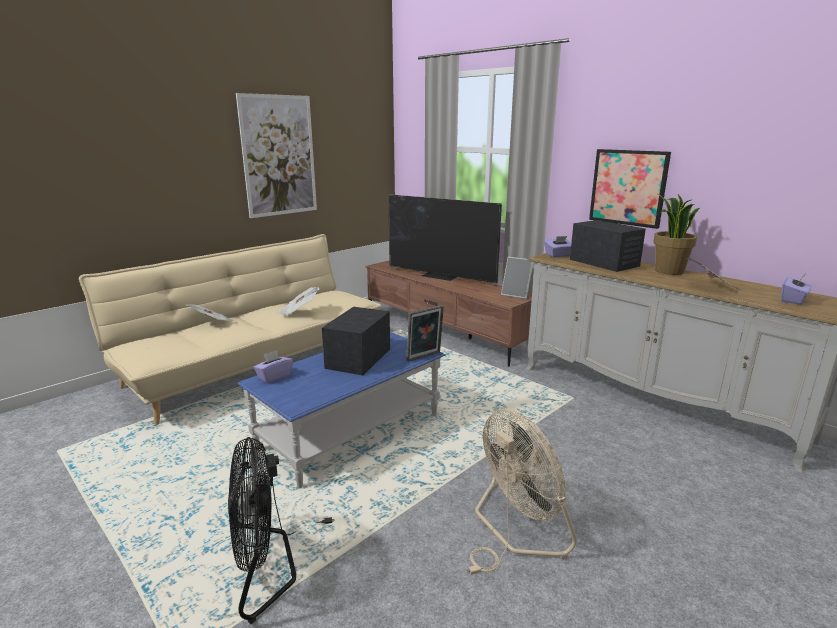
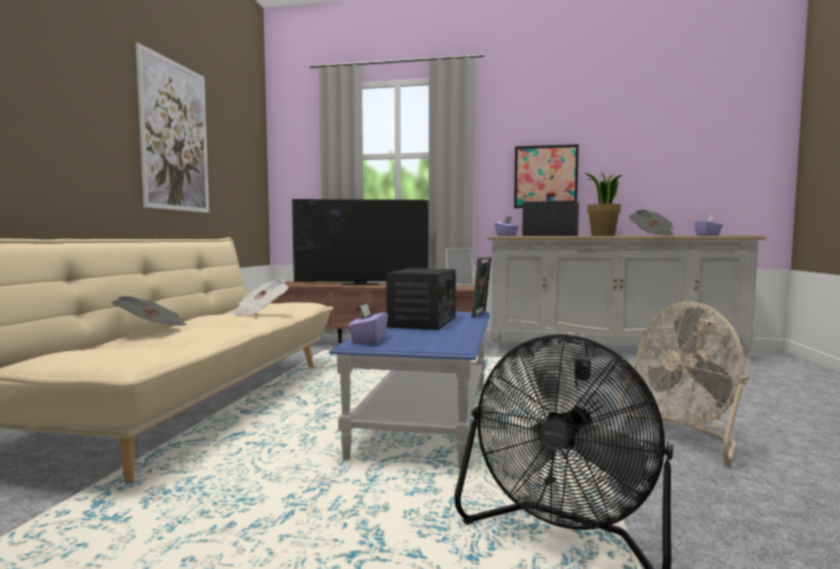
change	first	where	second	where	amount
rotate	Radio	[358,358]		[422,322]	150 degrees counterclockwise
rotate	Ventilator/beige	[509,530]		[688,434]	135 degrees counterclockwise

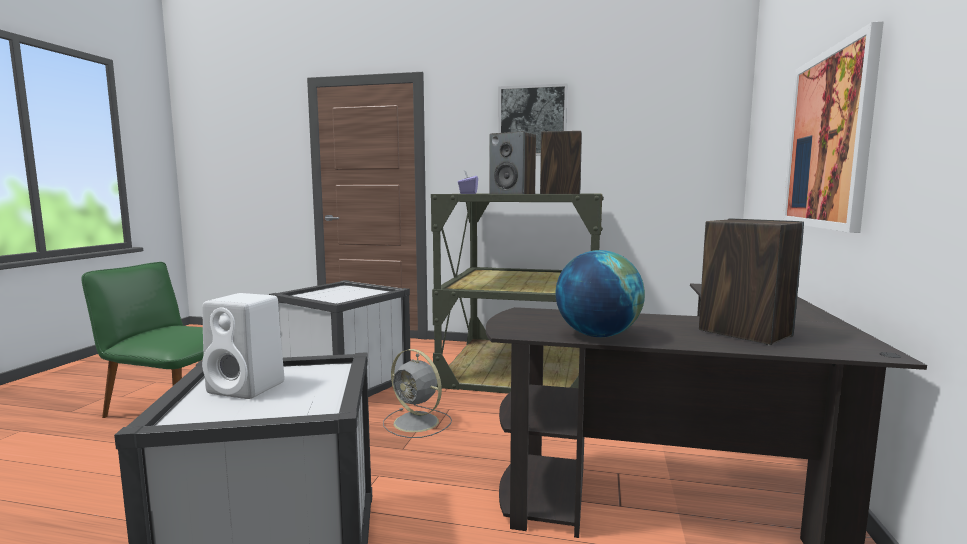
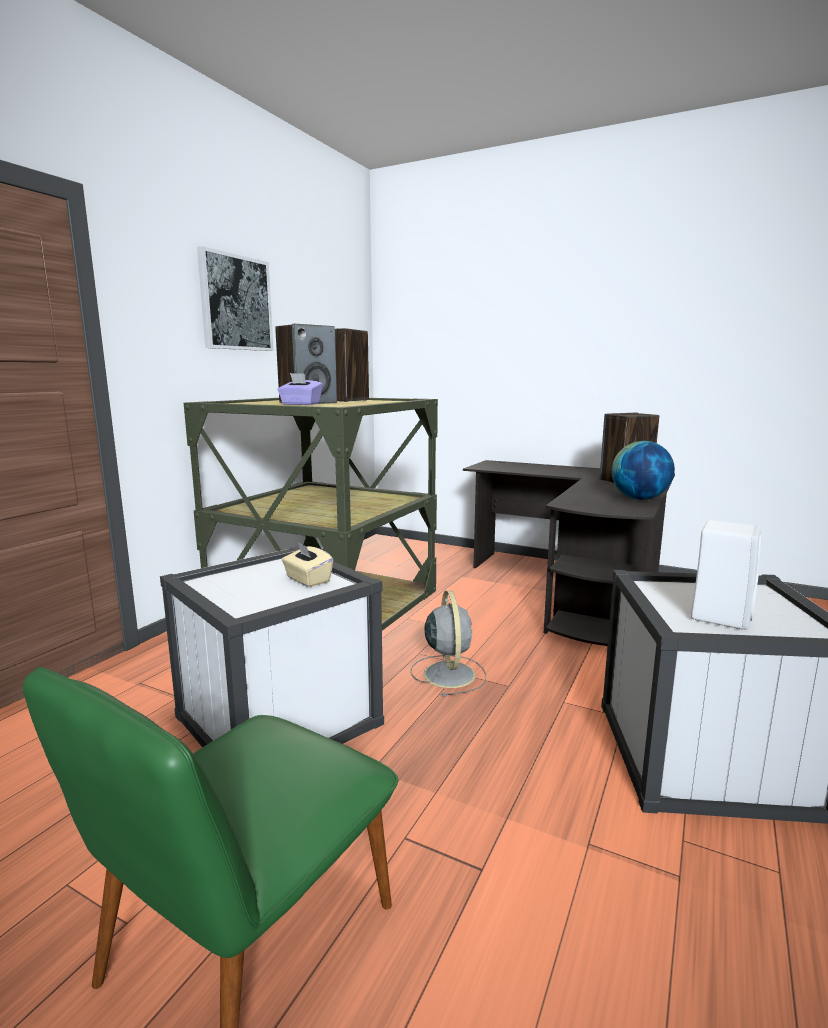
change	first	where	second	where	amount
delete	Bild	[828,140]			
insert			Taschentuchbox/beige	[307,580]	
rotate	Ventilator/grau	[418,423]		[448,673]	60 degrees counterclockwise

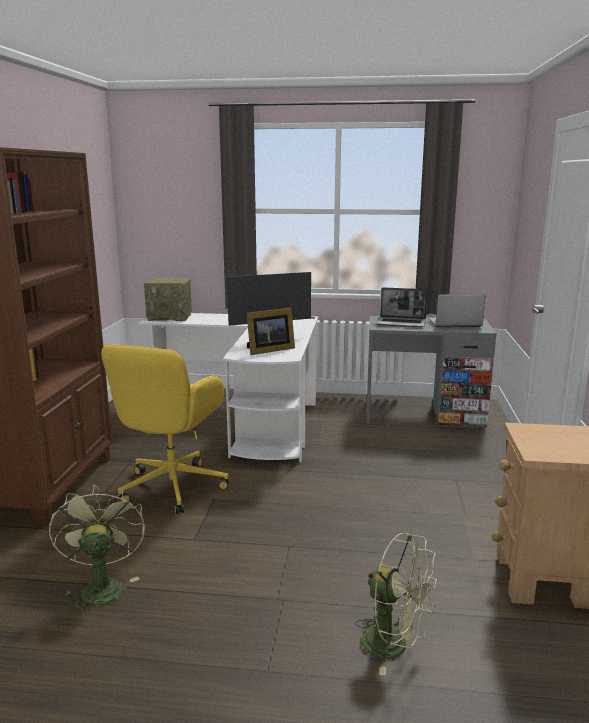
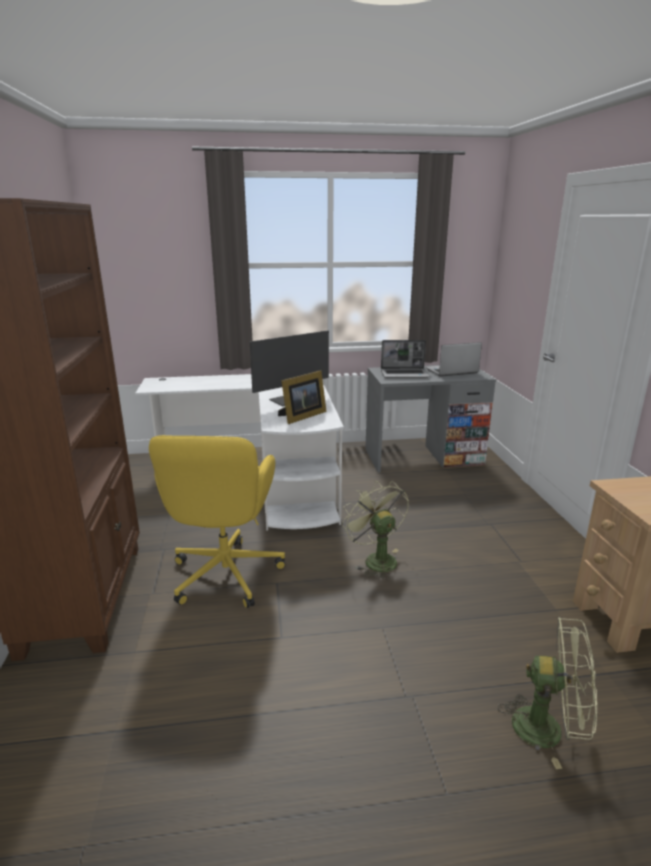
change	first	where	second	where	amount
delete	Radio	[170,317]			
move	Ventilator/grün	[101,586]		[375,559]	

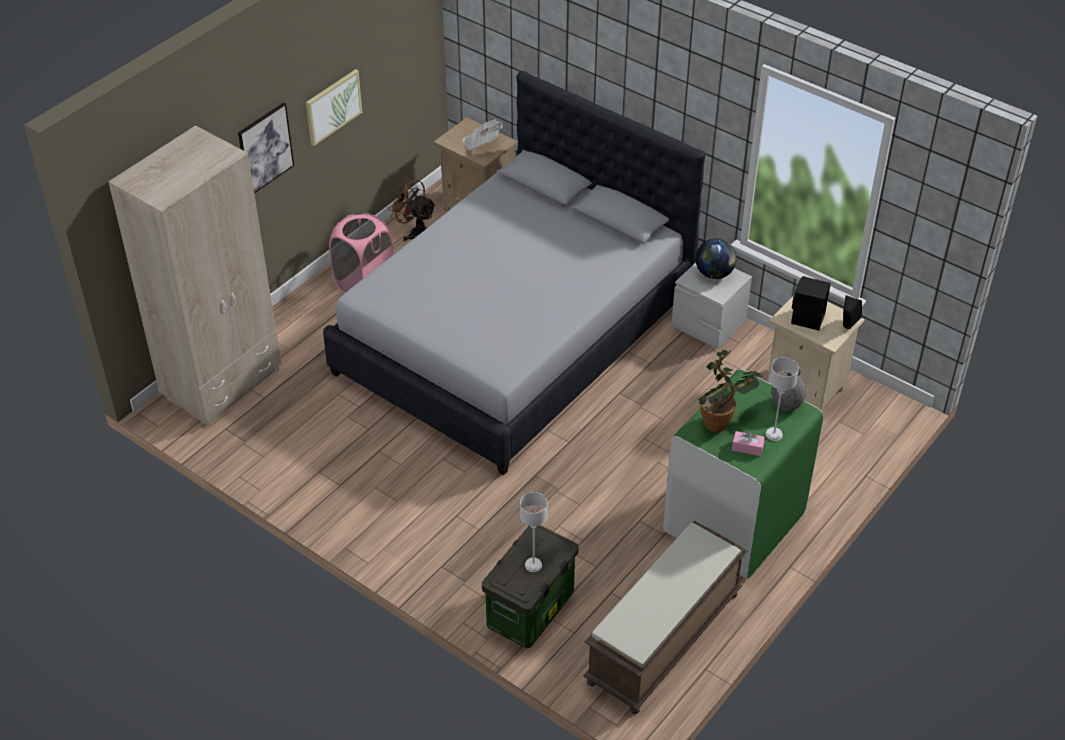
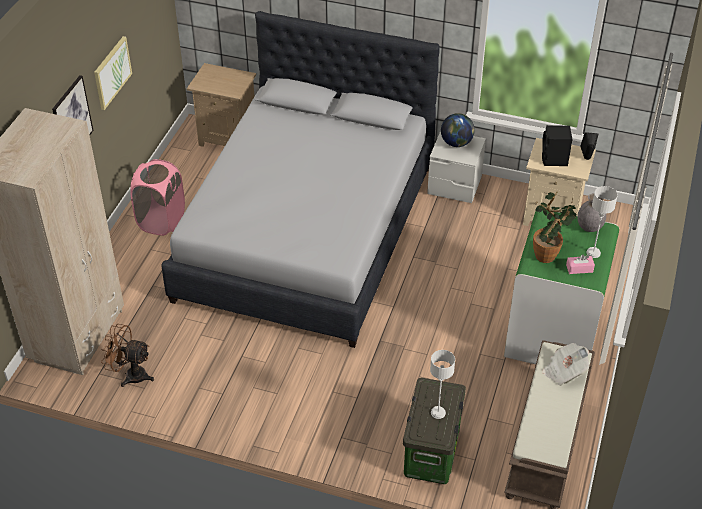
change	first	where	second	where	amount
move	Ventilator/braun	[415,233]		[131,375]	
move	Zeitung	[481,143]		[564,371]	

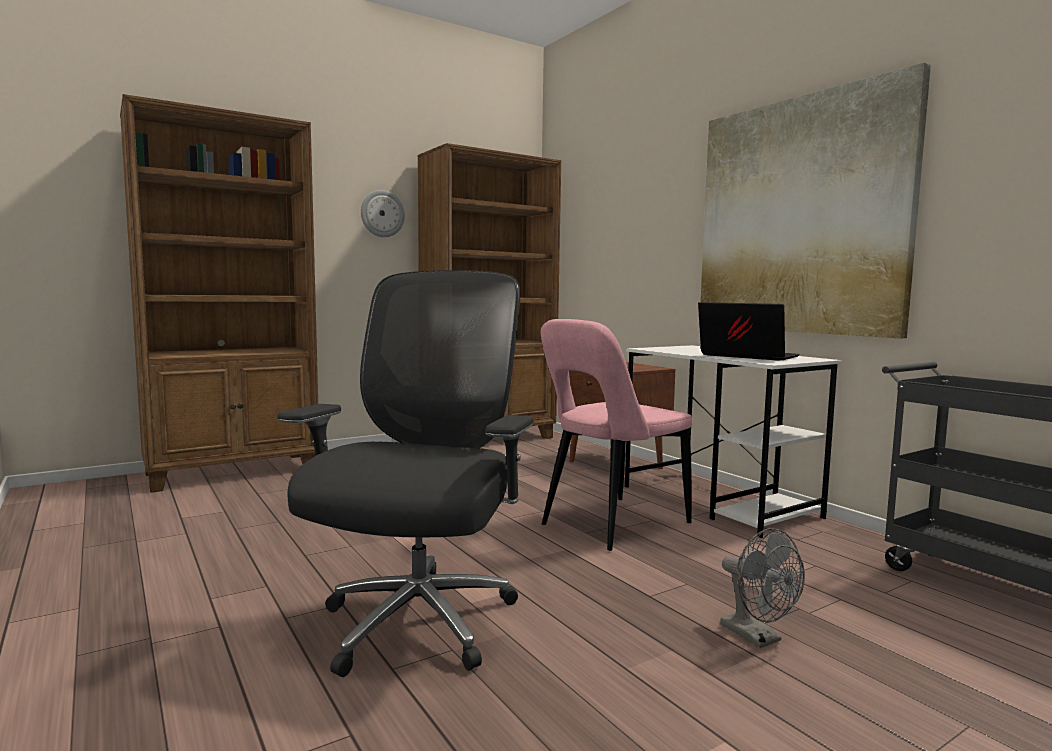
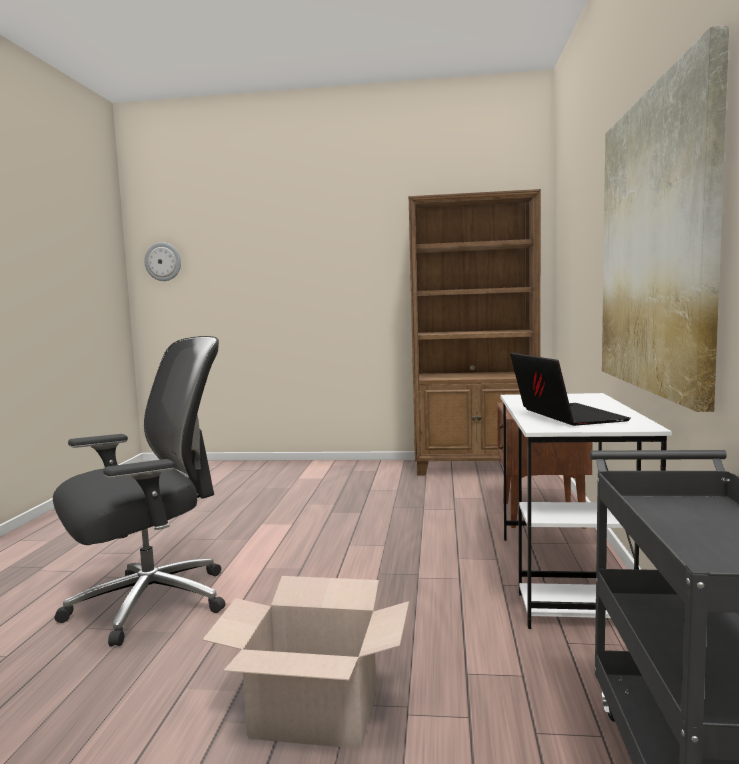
change	first	where	second	where	amount
delete	Bücherregal/braun	[234,472]			
delete	Stuhl/rosa	[610,525]			
move	Wanduhr	[382,214]		[163,262]	
replace	Ventilator/grau	[758,637]	Karton	[315,712]	

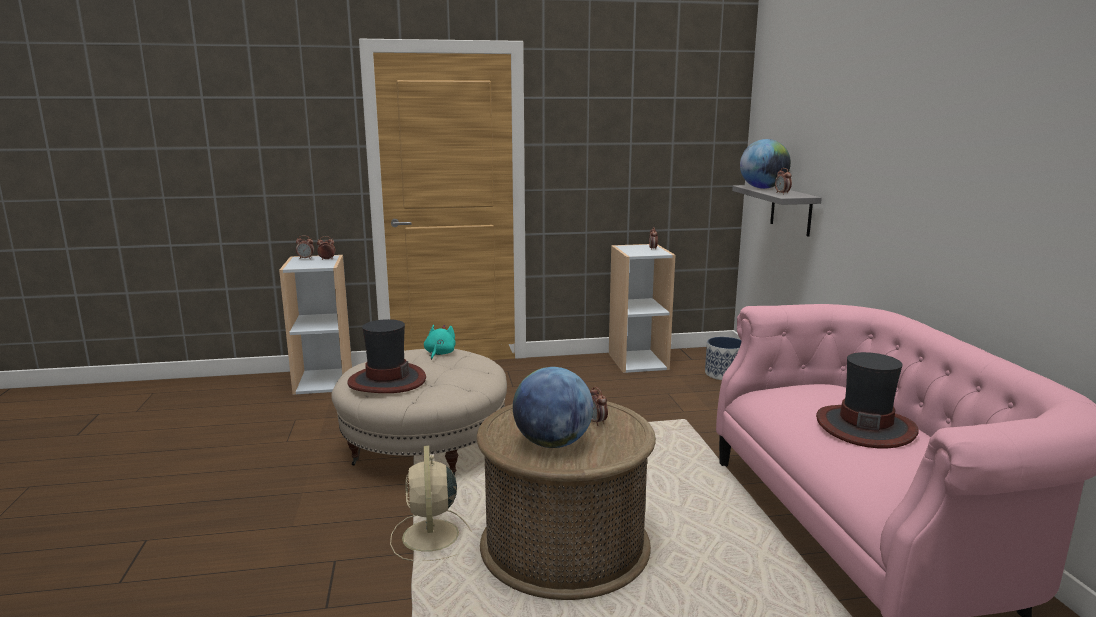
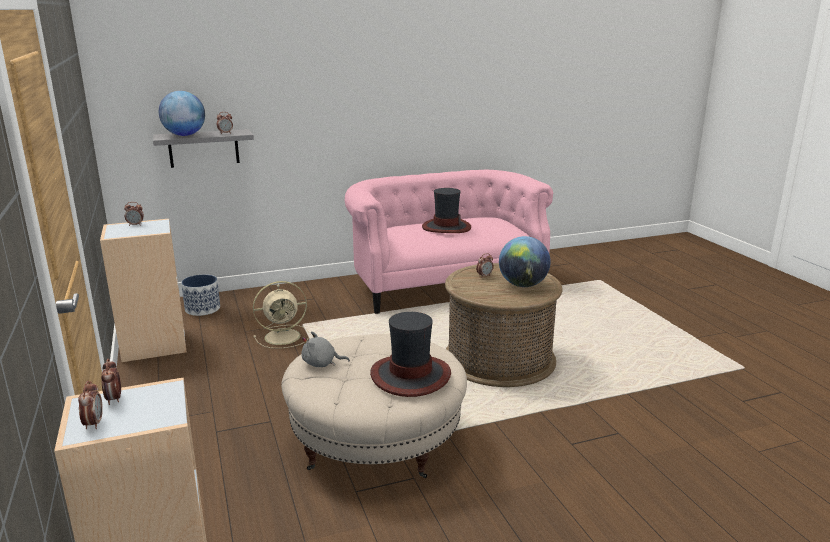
change	first	where	second	where	amount
move	Ventilator/beige	[431,537]		[284,336]	
recolor	Plüschtier/türkis	[439,354]	Plüschtier/grau	[321,364]	

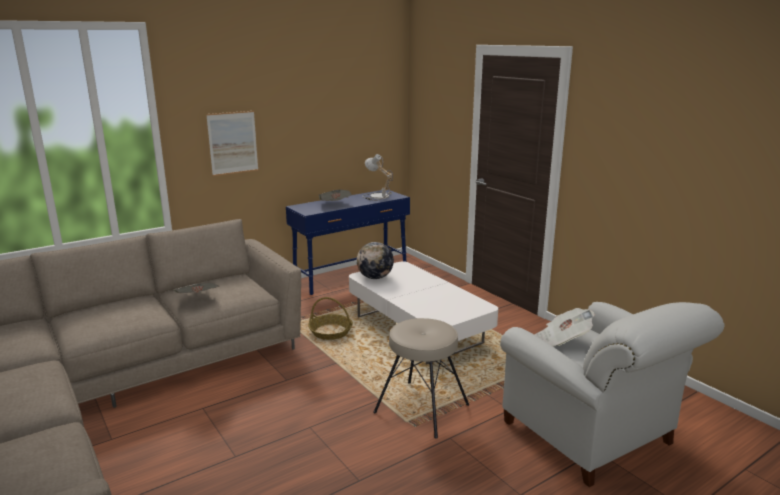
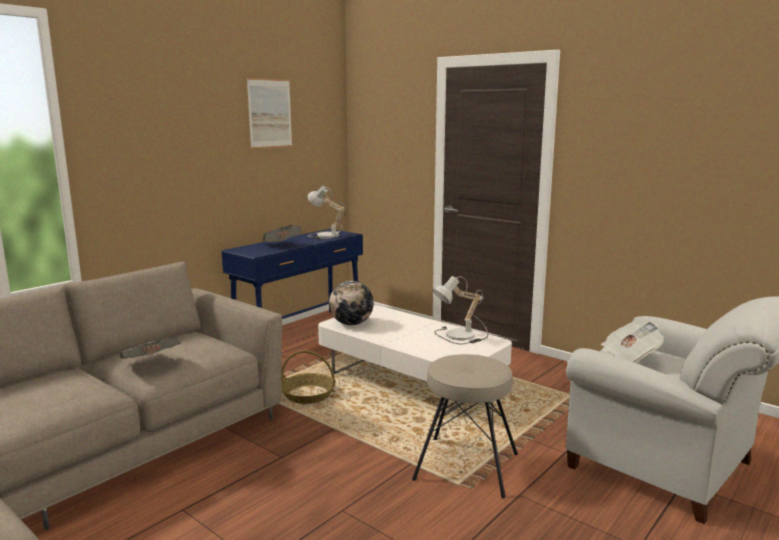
change	first	where	second	where	amount
insert			Tischlampe	[460,336]	
move	Bild	[233,143]		[270,113]	

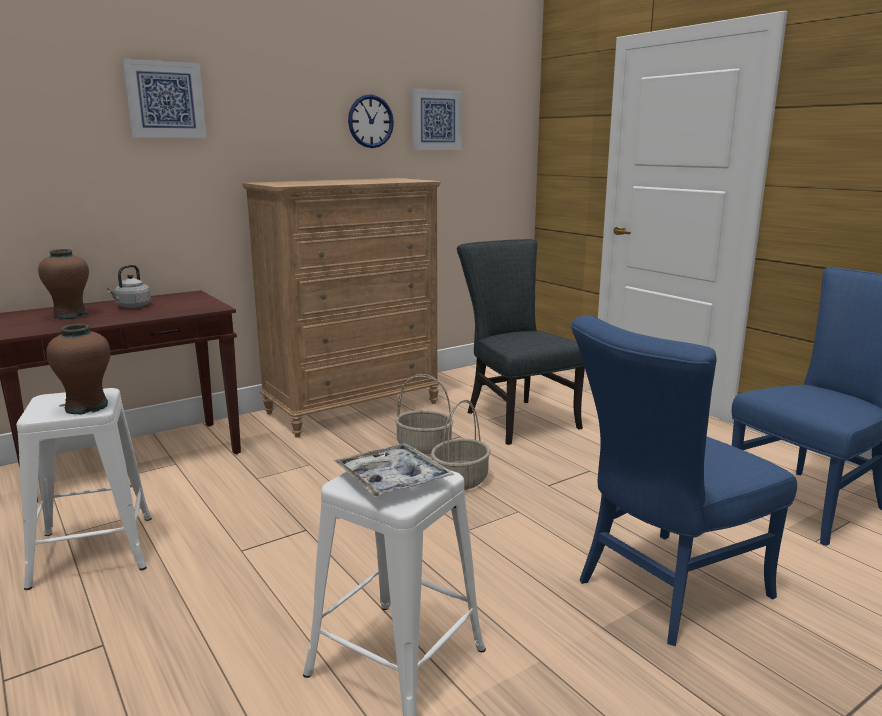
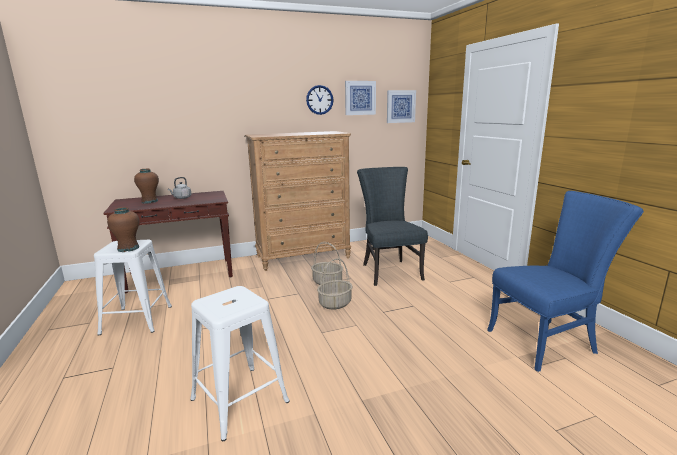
change	first	where	second	where	amount
delete	Tablett	[392,480]			
delete	Stuhl/blau	[663,590]			
move	Bild	[165,100]		[400,106]	

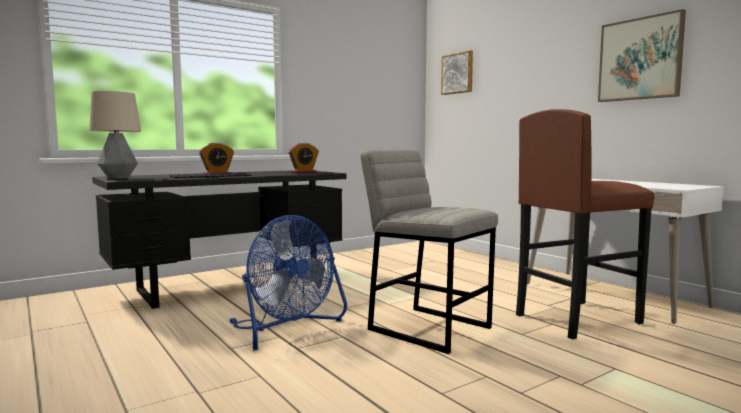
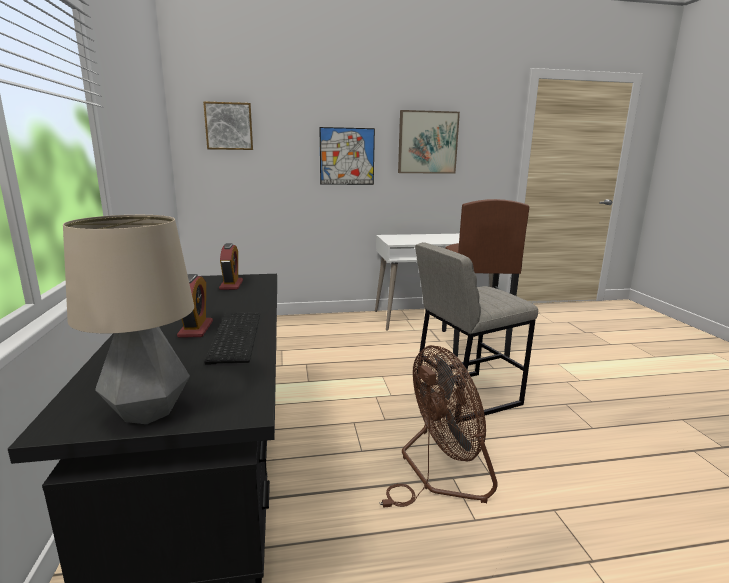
change	first	where	second	where	amount
insert			Bild	[347,156]	
recolor	Ventilator/blau	[283,329]	Ventilator/braun	[432,471]	

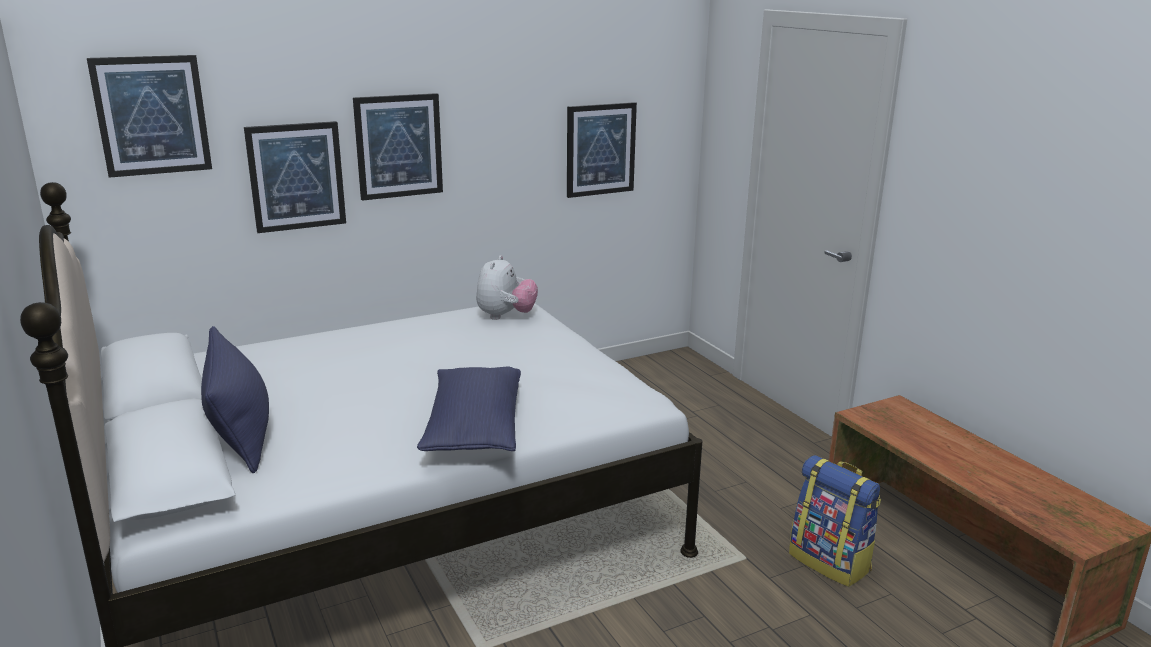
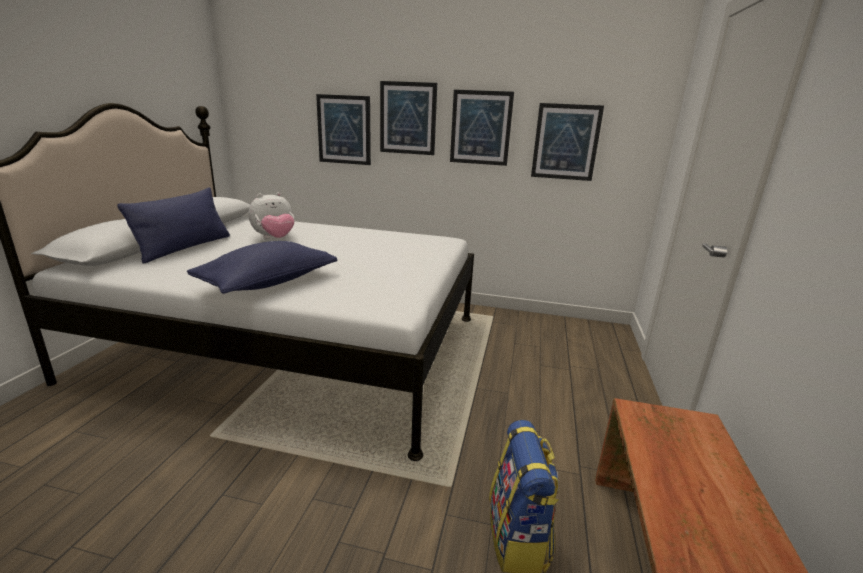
change	first	where	second	where	amount
move	Bild	[152,115]		[481,128]	
move	Plüschtier	[505,316]		[274,238]	

